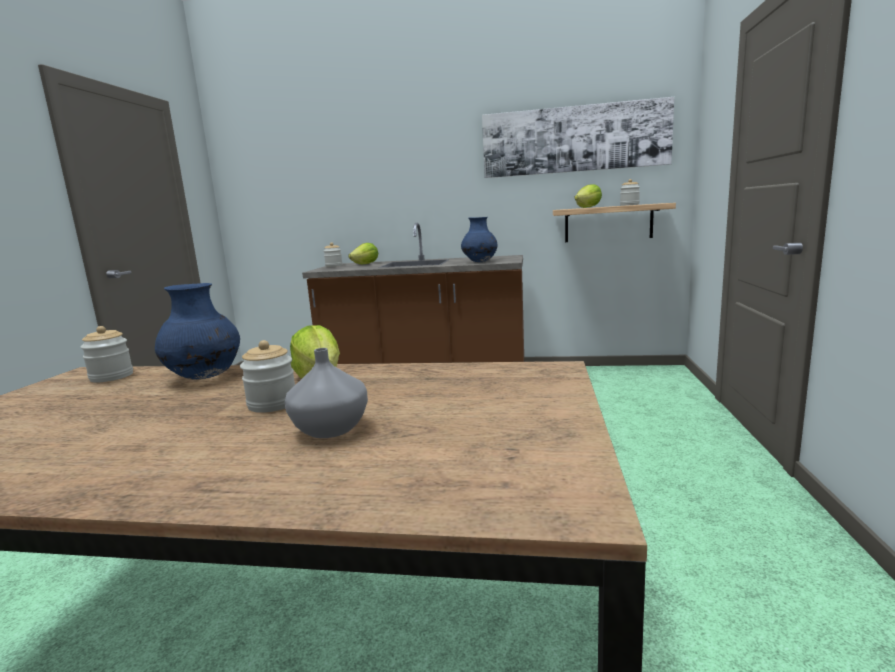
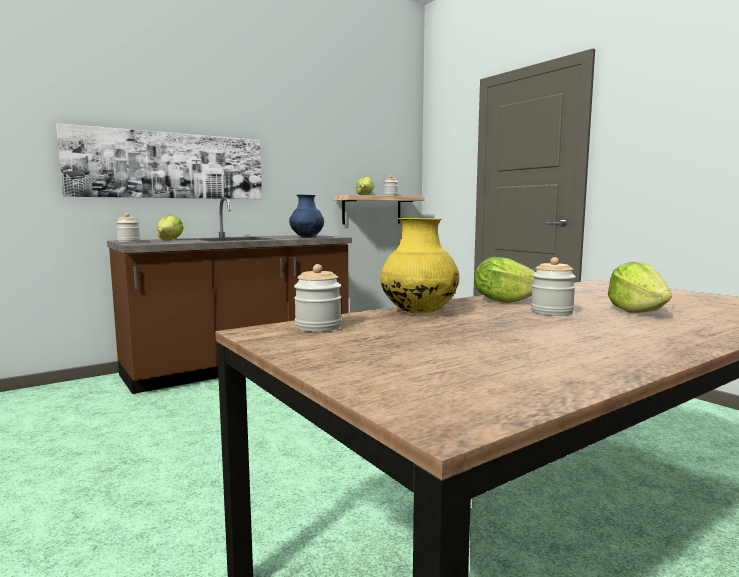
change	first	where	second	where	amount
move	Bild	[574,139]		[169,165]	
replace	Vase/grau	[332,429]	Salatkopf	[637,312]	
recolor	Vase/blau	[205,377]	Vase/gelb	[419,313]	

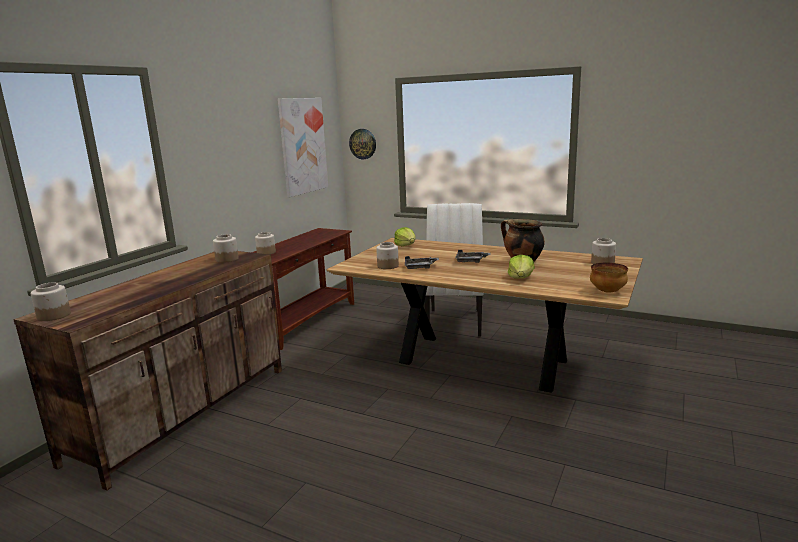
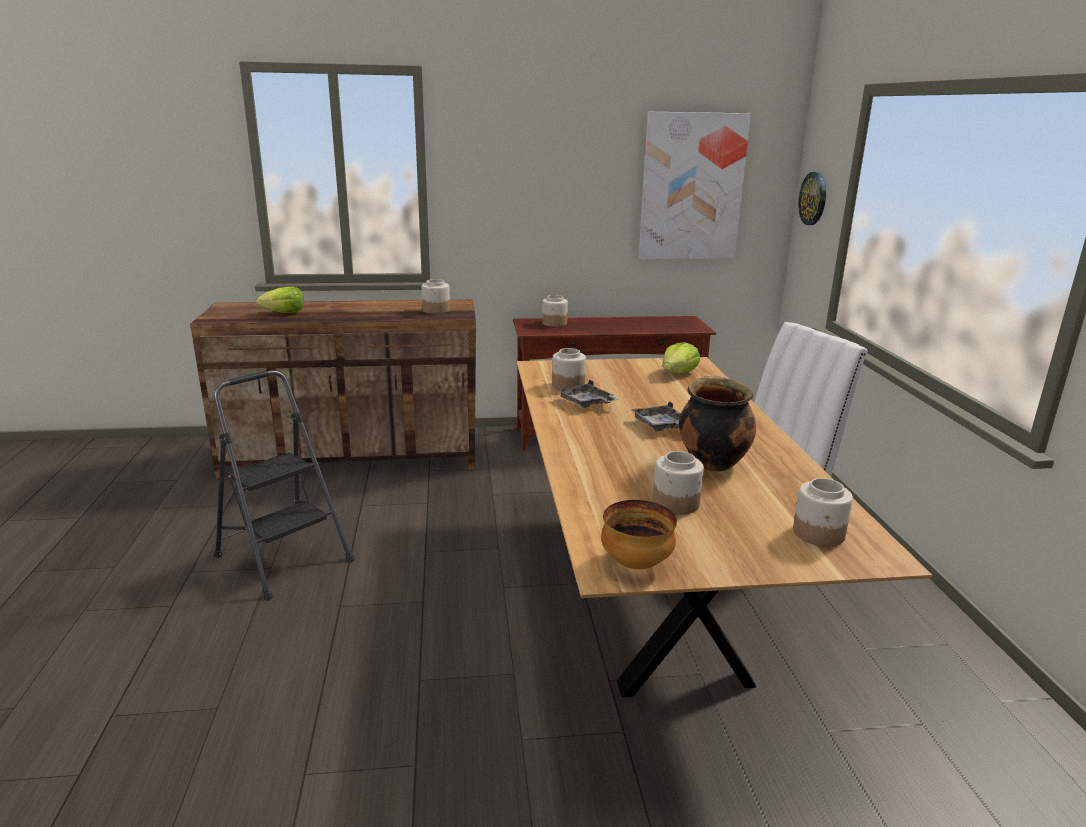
change	first	where	second	where	amount
insert			Trittleiter/schwarz	[282,555]	
move	Vorratsglas	[54,315]		[676,503]	
move	Salatkopf	[521,278]		[284,313]	

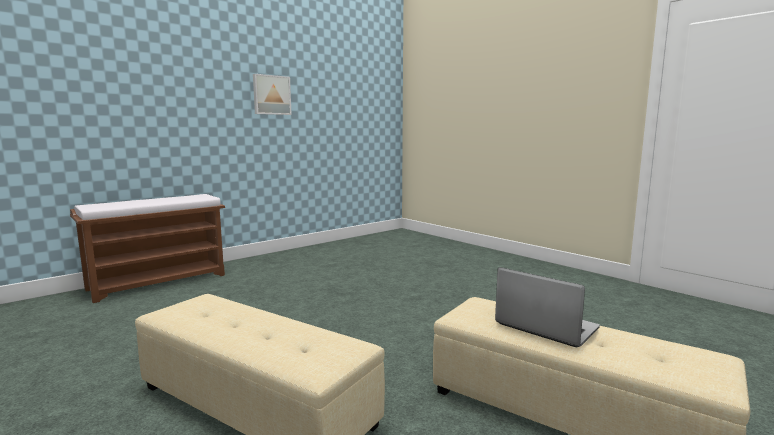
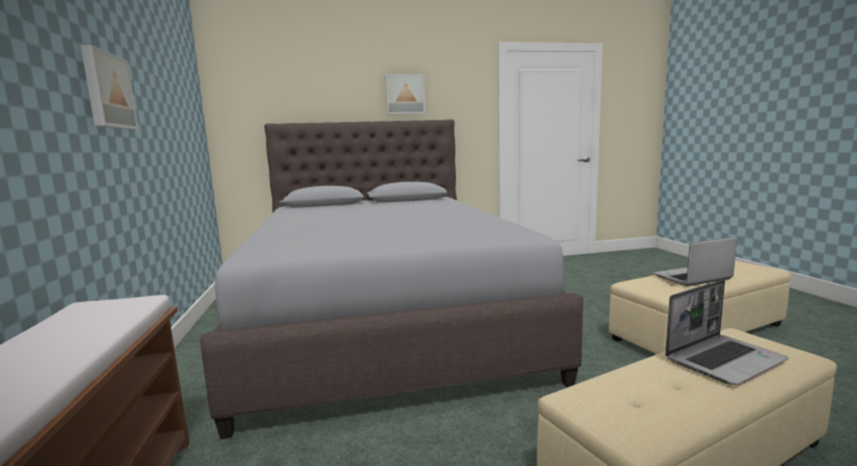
change	first	where	second	where	amount
insert			Bett/grau	[385,317]	
insert			Bild	[405,94]	
insert			Laptop	[724,359]	

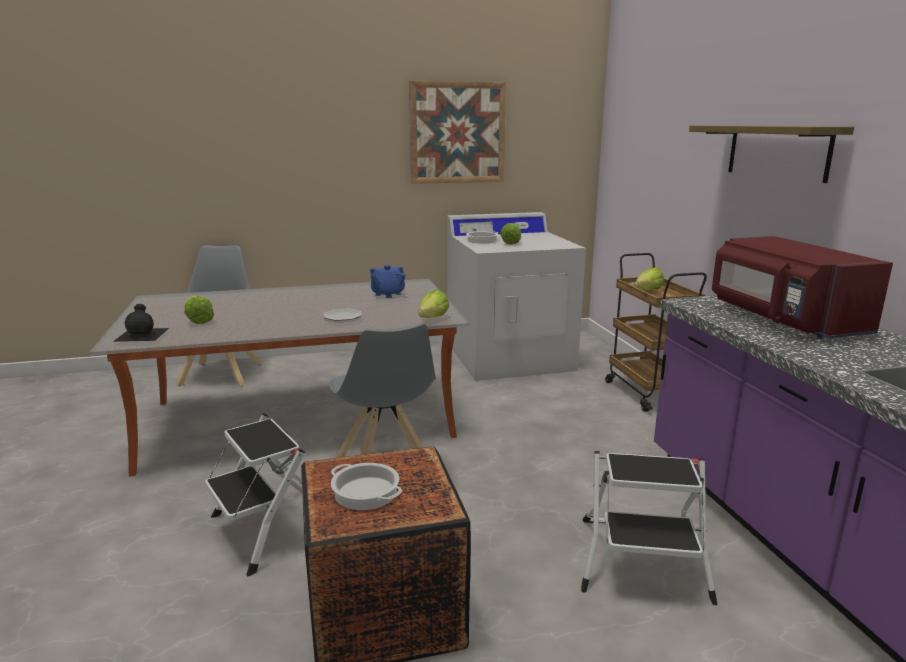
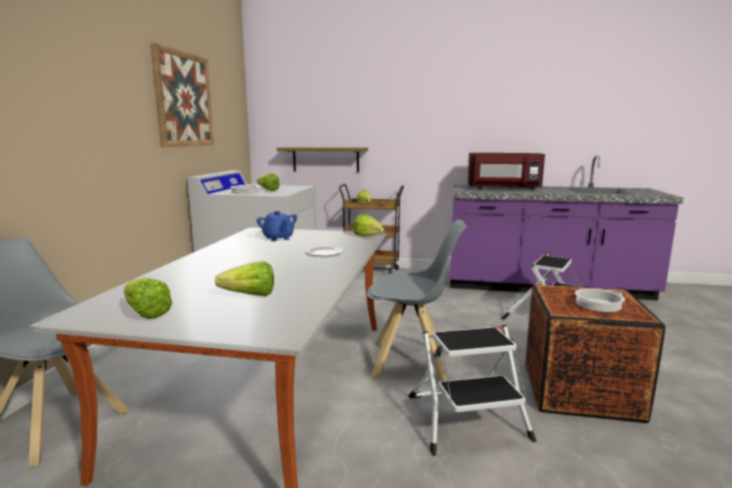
change	first	where	second	where	amount
delete	Flasche/schwarz	[143,334]			
insert			Salatkopf	[145,312]	
move	Wandregal	[777,151]		[325,159]	

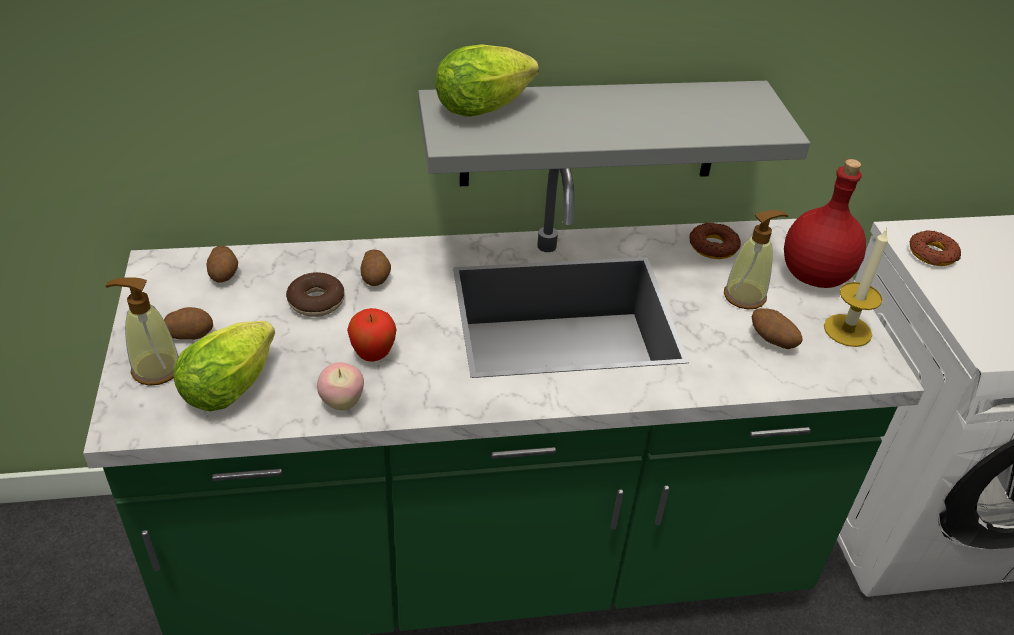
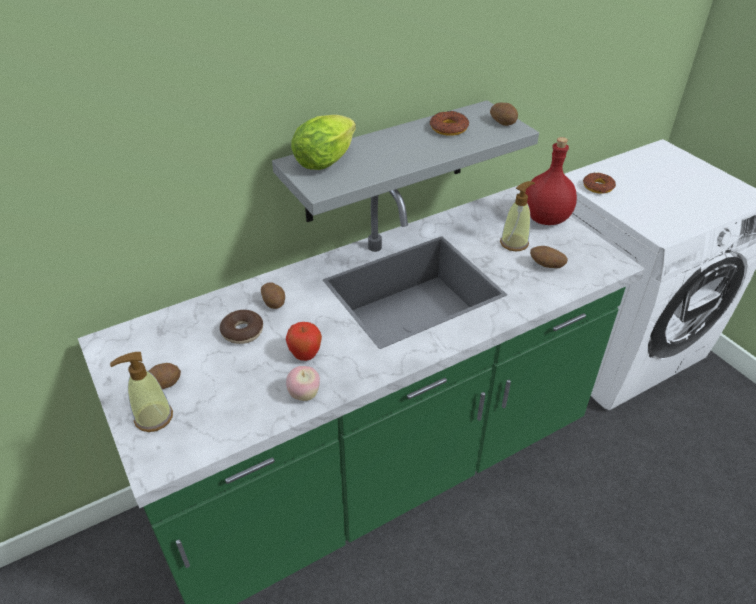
change	first	where	second	where	amount
delete	Salatkopf	[234,383]			
delete	Kerze	[847,330]			
move	Kartoffel	[224,274]		[503,122]	
move	Donut	[713,246]		[448,128]	

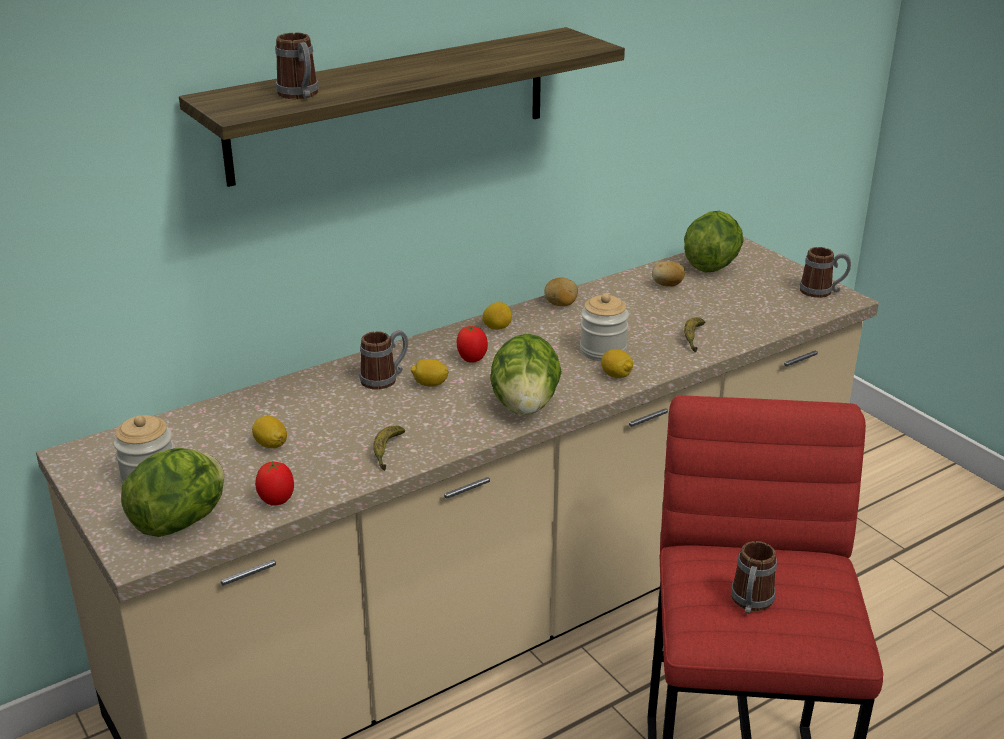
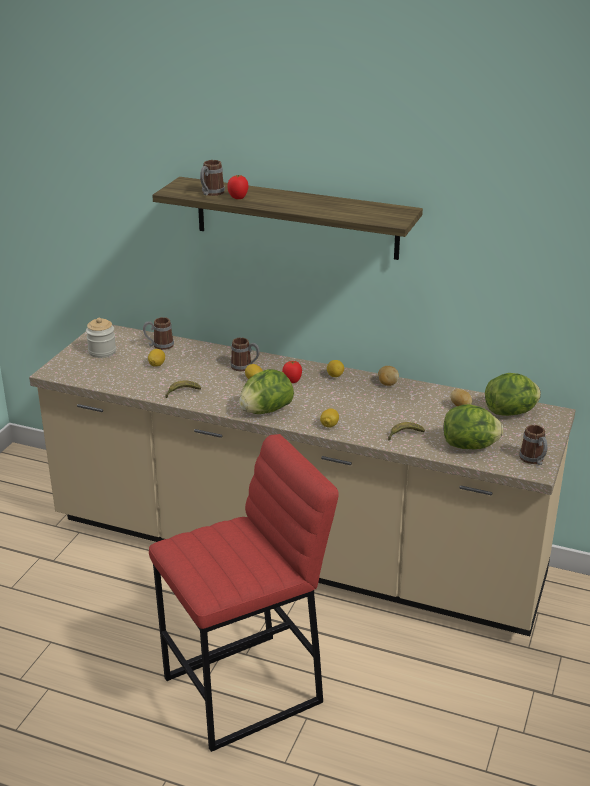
change	first	where	second	where	amount
delete	Vorratsglas	[603,351]			
move	Salatkopf	[181,521]		[470,446]	
move	Tomate	[277,501]		[238,198]	
move	Henkelbecher	[750,603]		[159,346]	

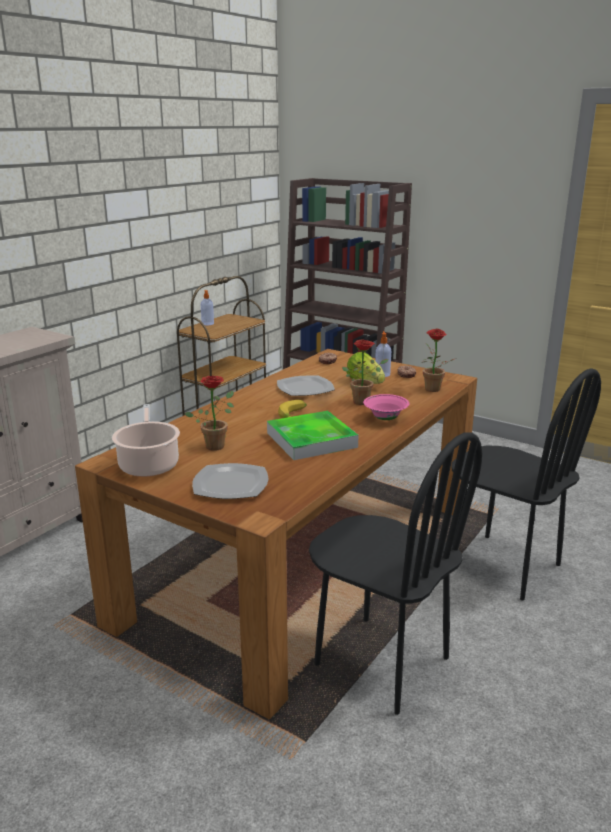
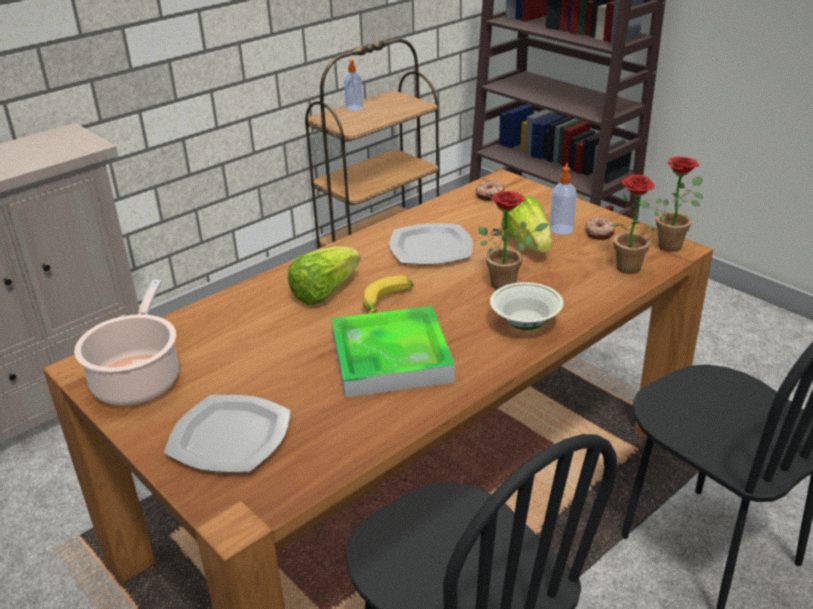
change	first	where	second	where	amount
insert			Salatkopf	[324,292]	
move	Topfpflanze	[216,445]		[671,243]	
recolor	Schüssel/rosa	[385,418]	Schüssel/weiß	[525,324]	

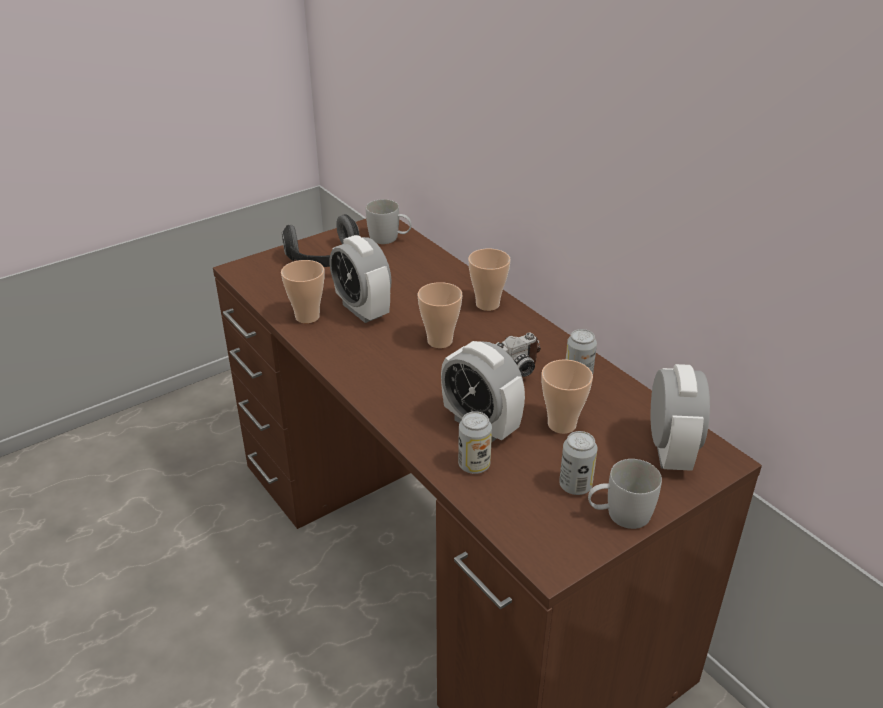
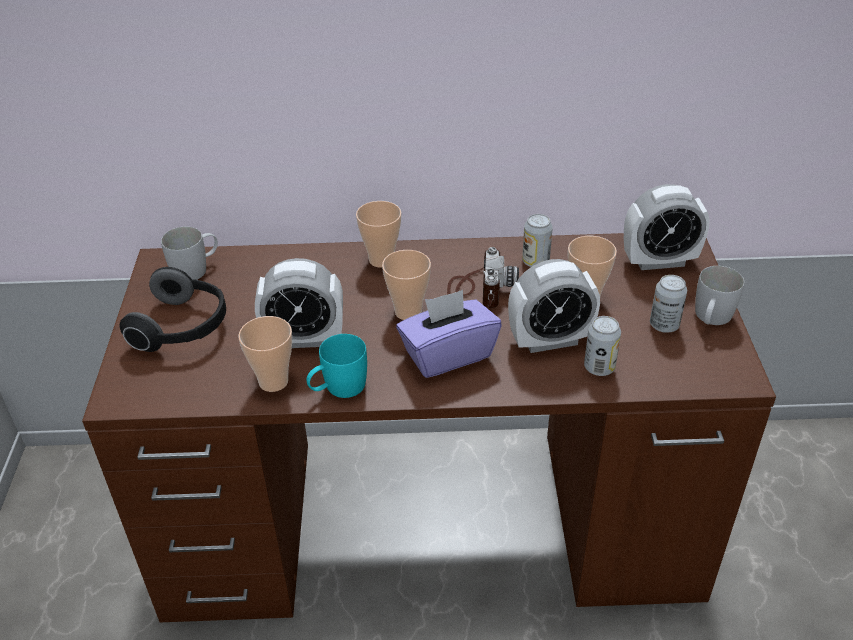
change	first	where	second	where	amount
insert			Henkelbecher/türkis	[338,388]	
insert			Taschentuchbox/lila	[448,354]	
rotate	Wecker	[670,451]		[659,261]	135 degrees clockwise

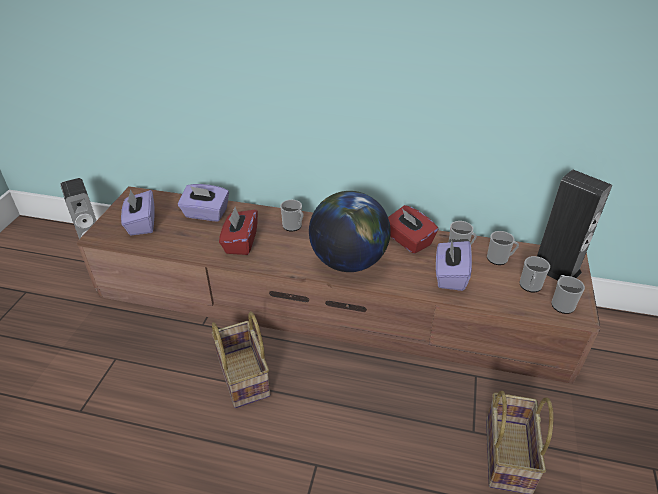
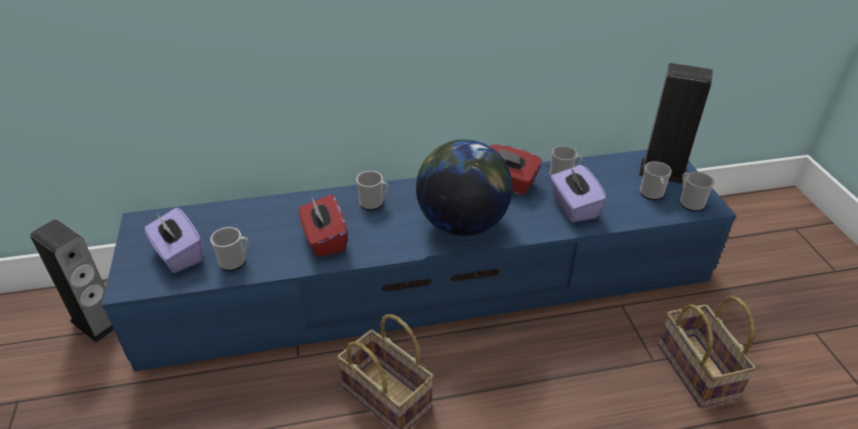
change	first	where	second	where	amount
delete	Taschentuchbox/lila	[206,214]			
move	Henkelbecher	[499,259]		[235,261]	
recolor	Fernsehschrank/braun	[329,301]	Fernsehschrank/blau	[428,279]	

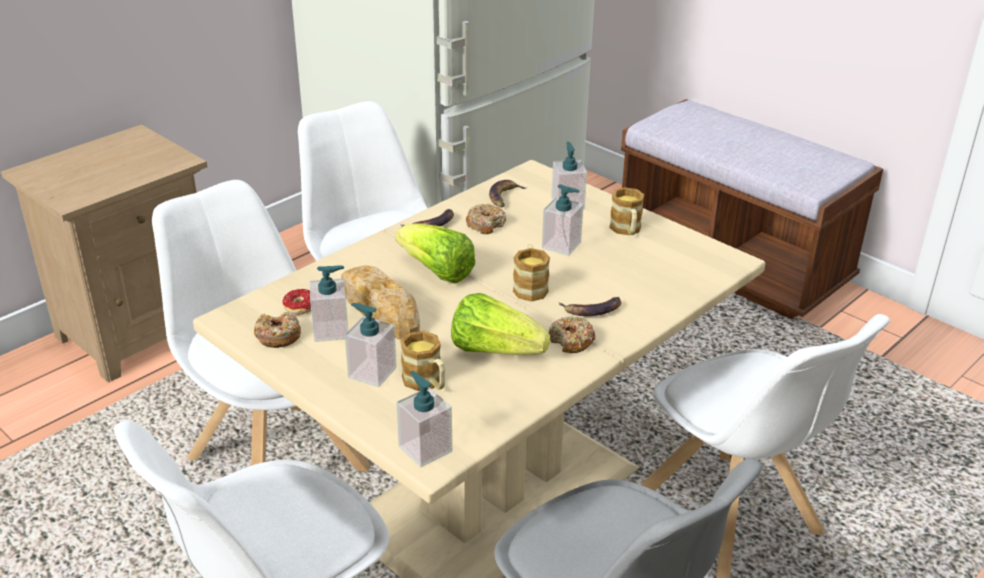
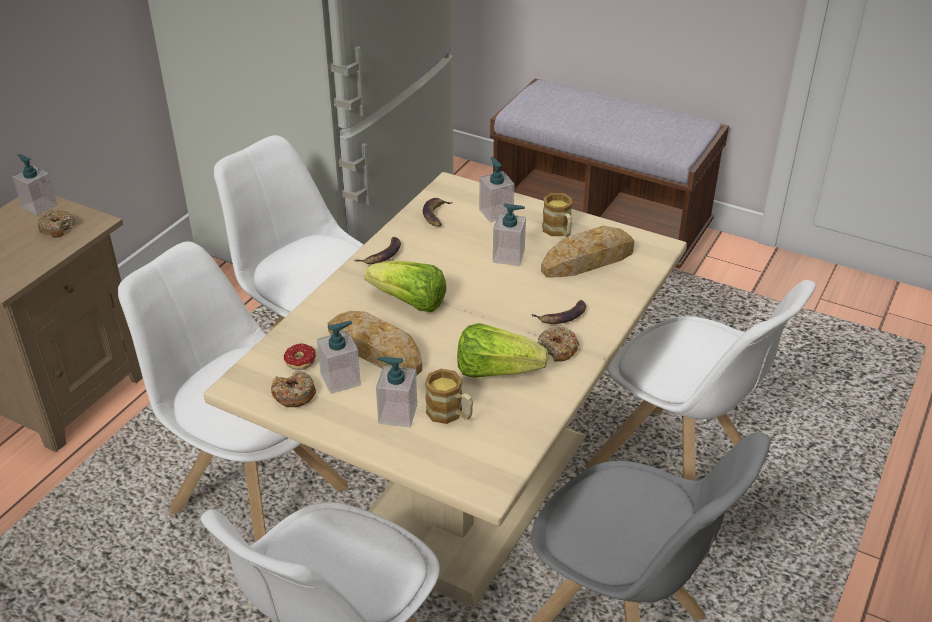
change	first	where	second	where	amount
delete	Henkelbecher	[530,286]			
insert			Brot	[588,260]	
move	Seifenspender	[425,449]		[39,206]	
move	Donut	[485,224]		[57,228]	

